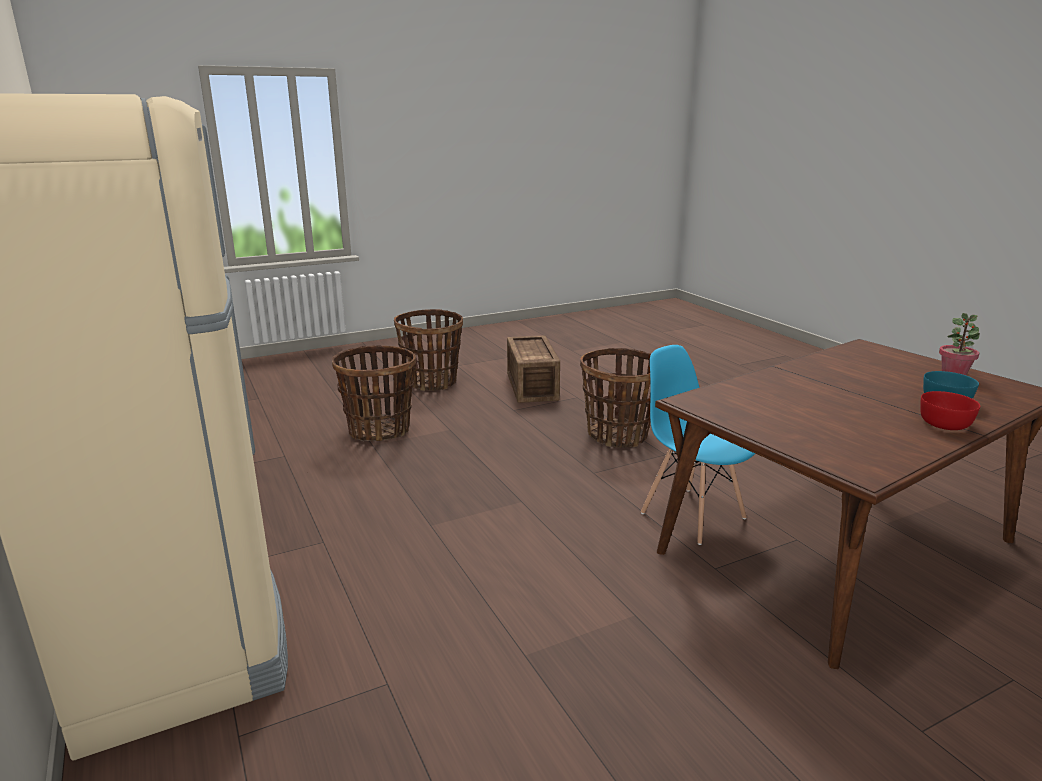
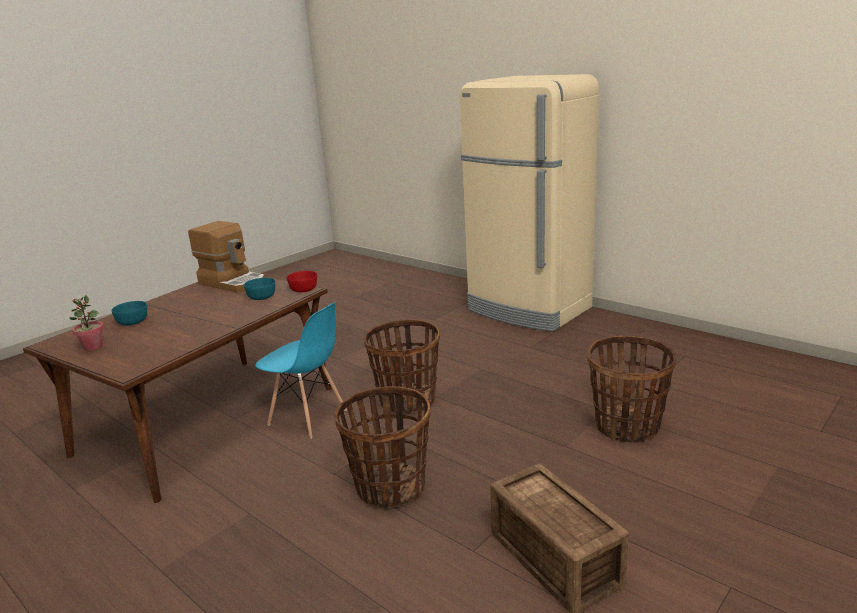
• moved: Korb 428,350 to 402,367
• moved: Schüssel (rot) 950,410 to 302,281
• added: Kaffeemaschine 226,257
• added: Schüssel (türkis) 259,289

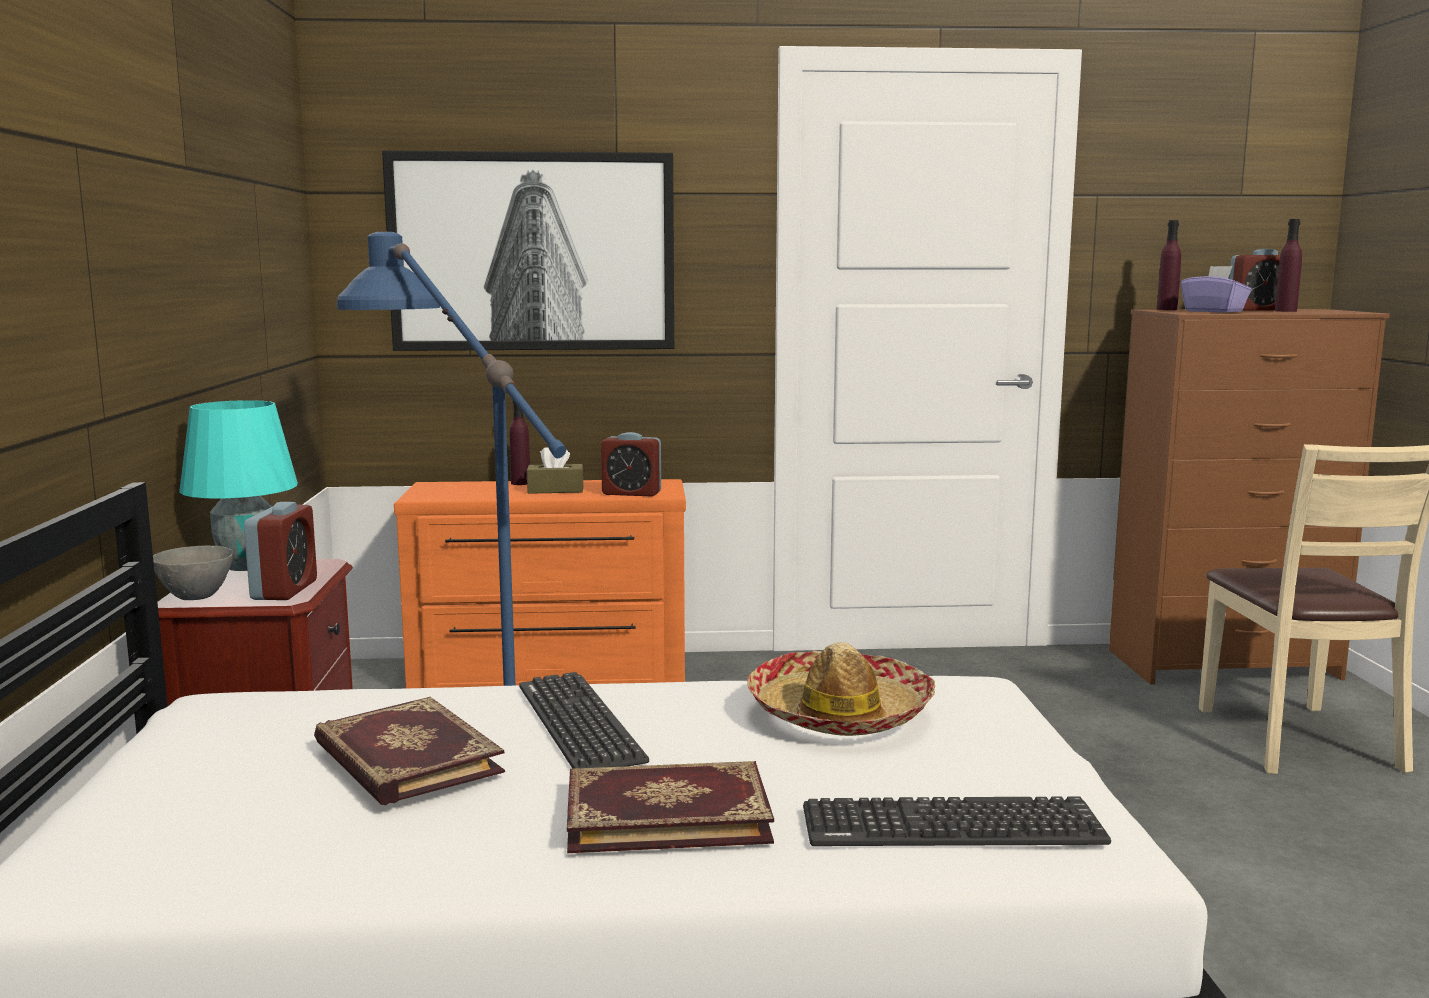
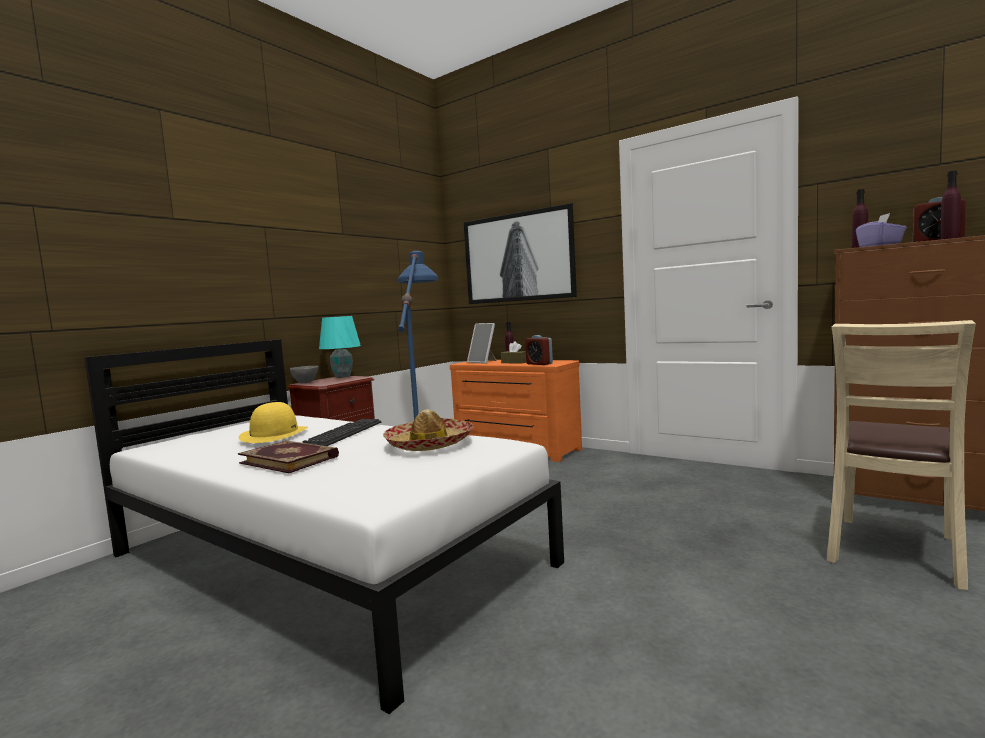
• removed: Wecker 280,551
• replaced: Buch 409,751 to Hut (gelb) 273,422
• removed: Tastatur 957,821
• added: Bilderrahmen 482,343

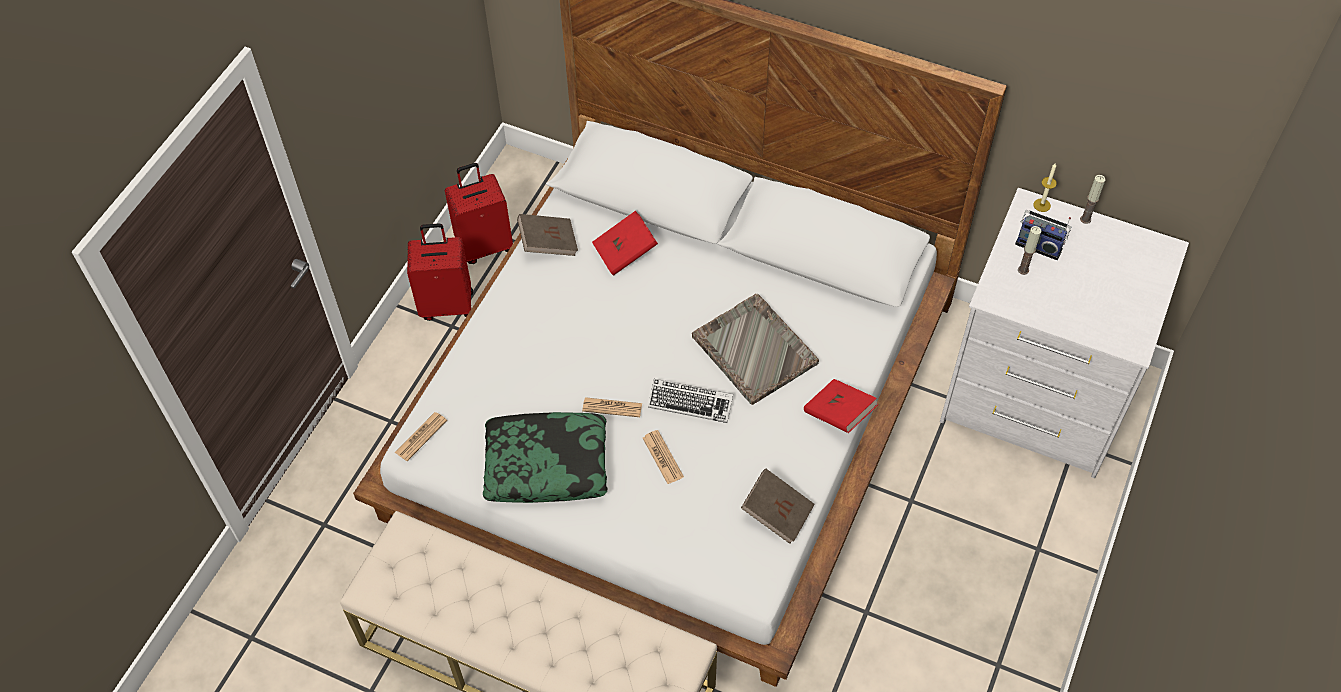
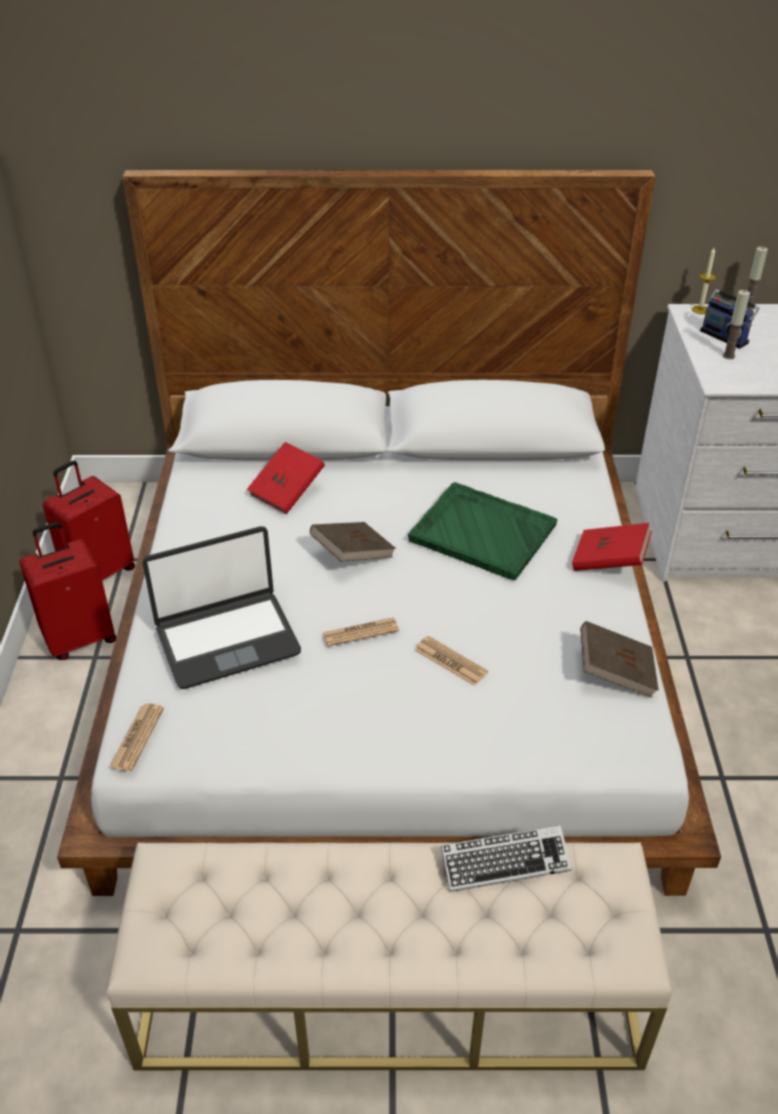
• removed: Kissen 545,457
• moved: Buch (braun) 547,235 to 353,542
• moved: Tastatur 690,401 to 506,858
• recoloured: Tablett (grau) 755,349 to Tablett (grün) 482,531
• turned: Radio 1043,235 = 730,318 45 degrees clockwise
• added: Laptop 221,607

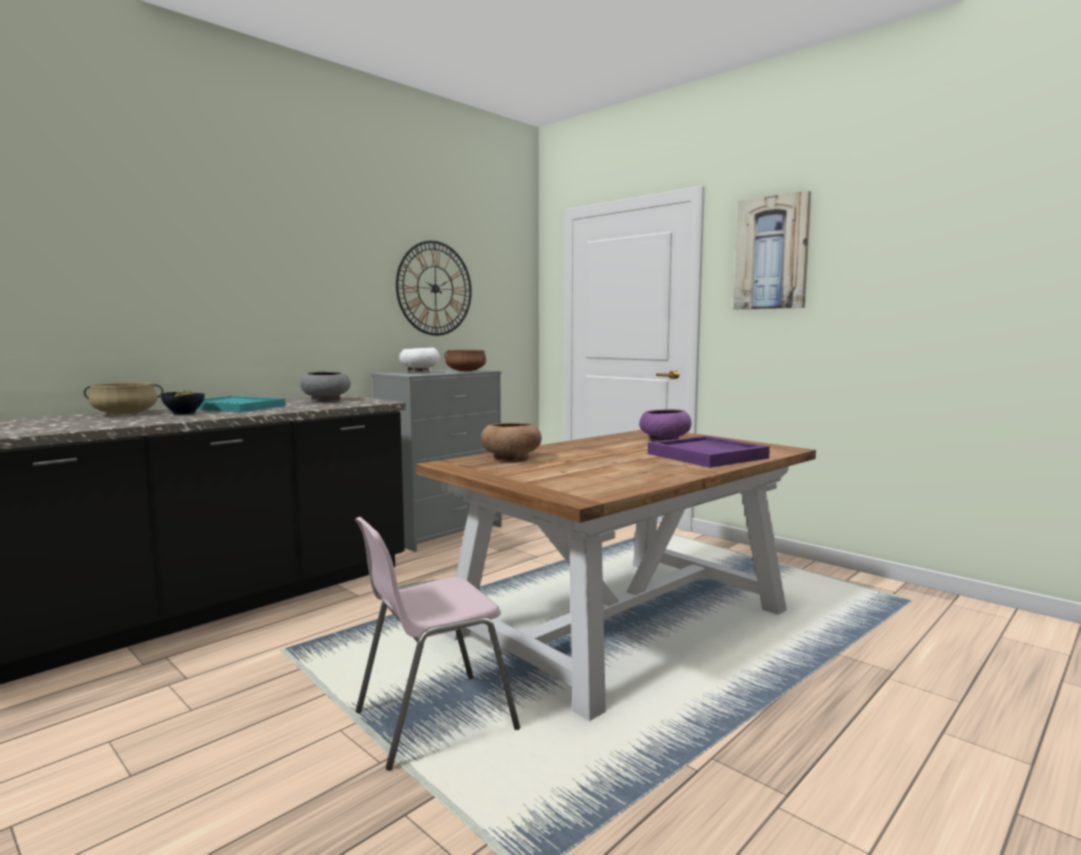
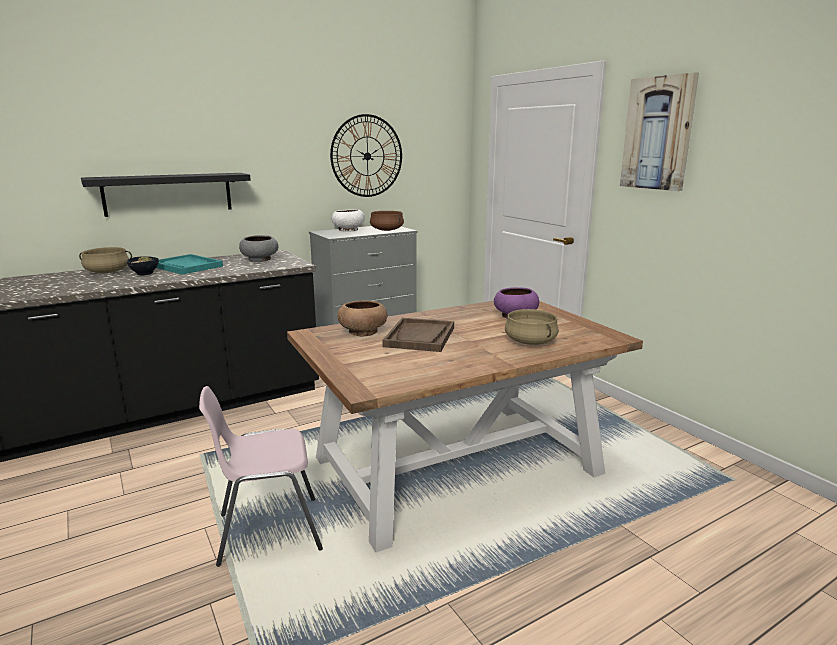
• replaced: Tablett (lila) 709,452 to Kochtopf (beige) 532,327
• added: Wandregal (schwarz) 166,195
• added: Tablett (braun) 418,335

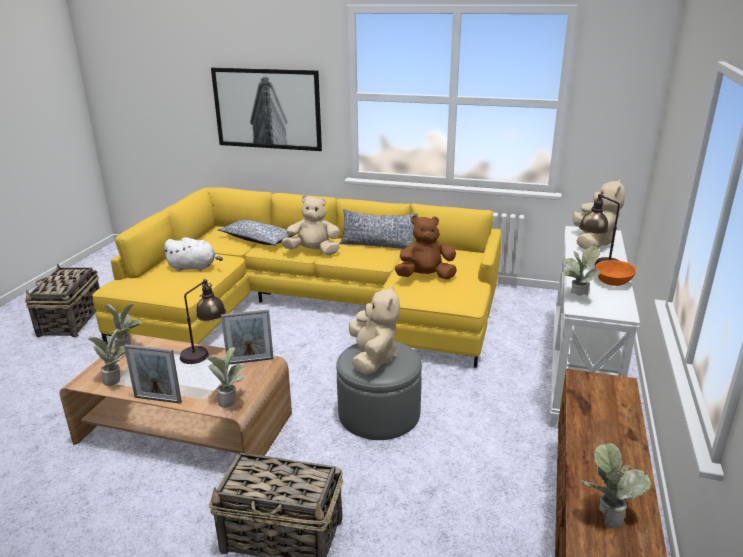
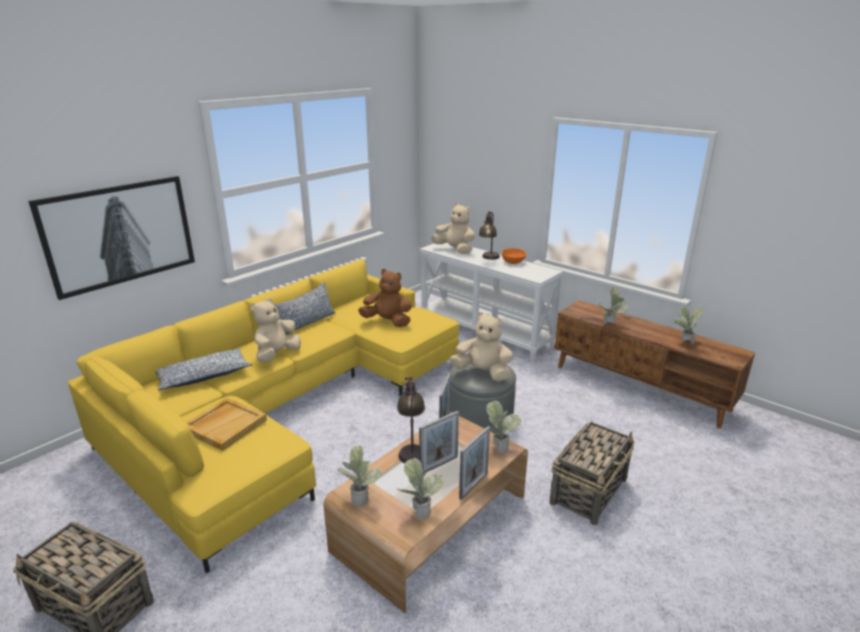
• replaced: Plüschtier (weiß) 193,254 to Tablett (beige) 227,424
• turned: Plüschtier (braun) 426,247 = 385,298 90 degrees clockwise
• moved: Topfpflanze 581,271 to 612,305
• added: Bilderrahmen 439,441

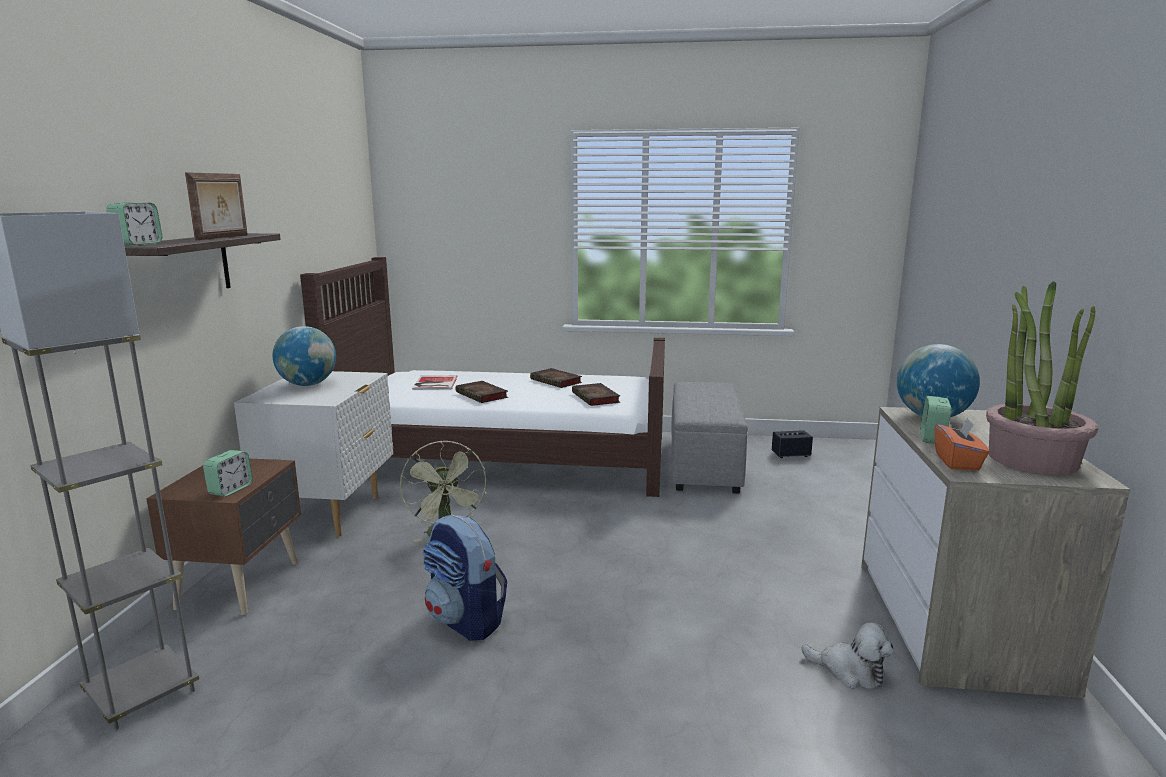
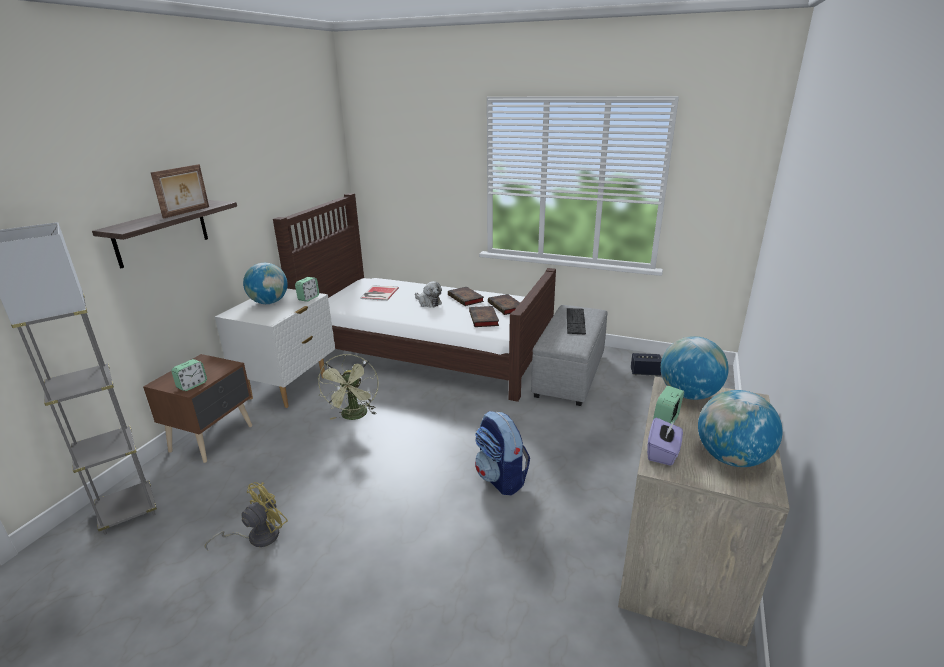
• moved: Wecker 134,224 to 307,289
• moved: Rucksack 464,578 to 502,453
• moved: Buch 482,392 to 504,304
• moved: Plüschtier 848,656 to 428,294
• recoloured: Taschentuchbox (orange) 962,444 to Taschentuchbox (lila) 665,441
• replaced: Topfpflanze 1042,378 to Globus 740,428
• added: Ventilator (gelb) 246,516
• added: Tastatur 576,321

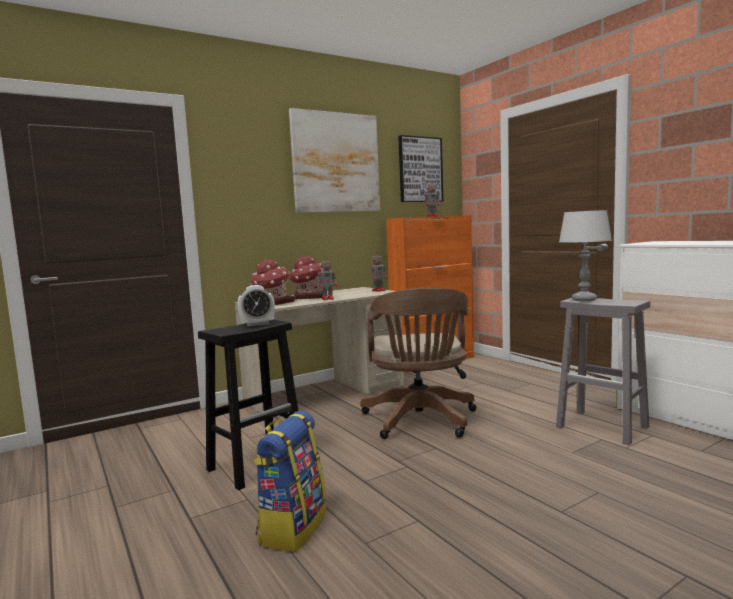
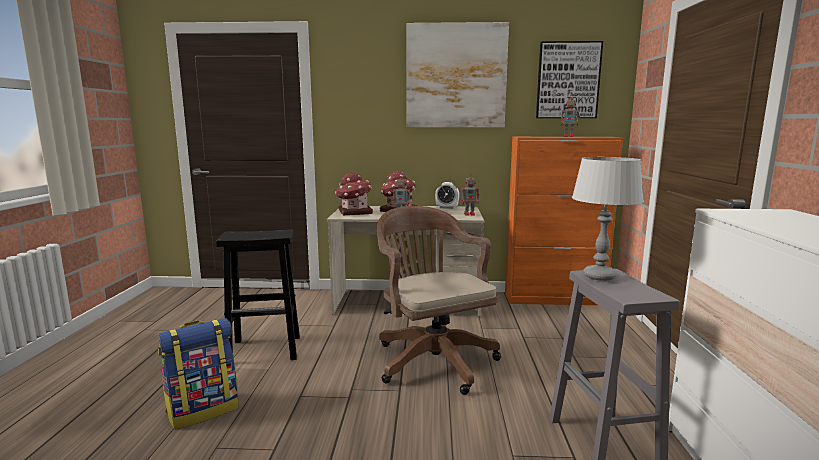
• moved: Wecker 256,305 to 447,195
• turned: Bürostuhl (braun) 418,363 = 439,300 120 degrees clockwise

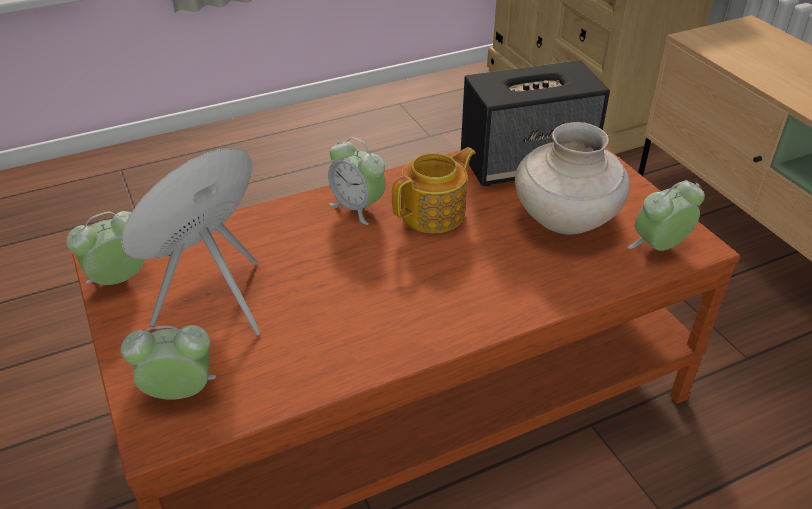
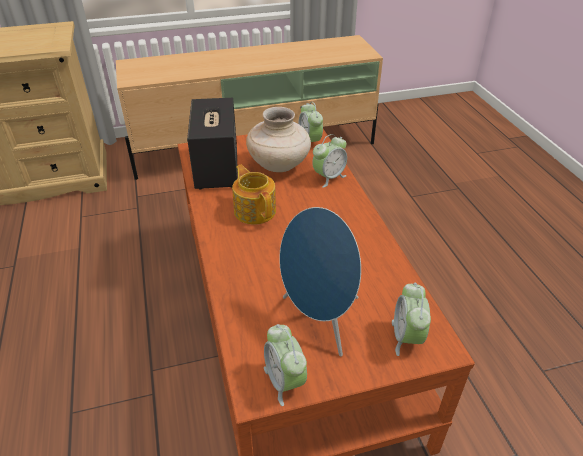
• moved: Wecker 356,181 to 329,161

